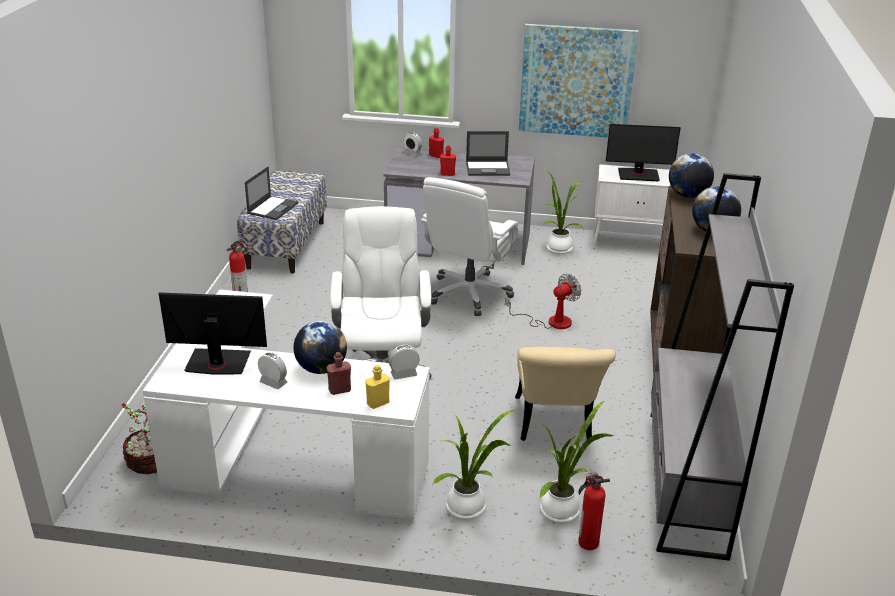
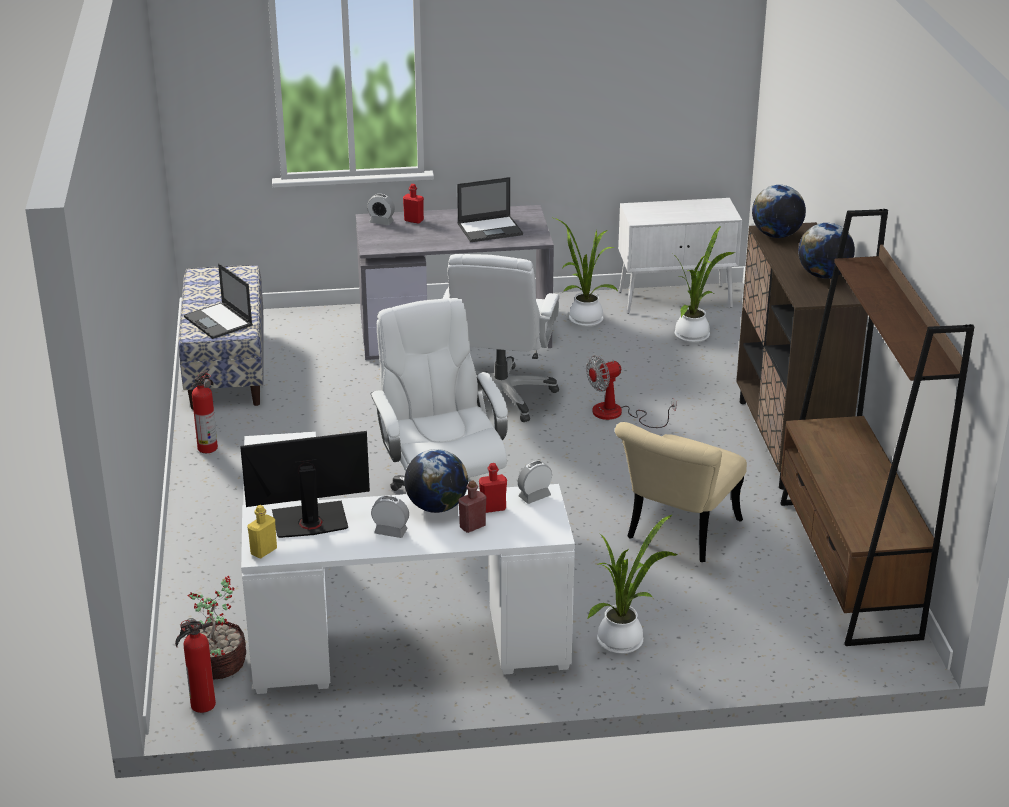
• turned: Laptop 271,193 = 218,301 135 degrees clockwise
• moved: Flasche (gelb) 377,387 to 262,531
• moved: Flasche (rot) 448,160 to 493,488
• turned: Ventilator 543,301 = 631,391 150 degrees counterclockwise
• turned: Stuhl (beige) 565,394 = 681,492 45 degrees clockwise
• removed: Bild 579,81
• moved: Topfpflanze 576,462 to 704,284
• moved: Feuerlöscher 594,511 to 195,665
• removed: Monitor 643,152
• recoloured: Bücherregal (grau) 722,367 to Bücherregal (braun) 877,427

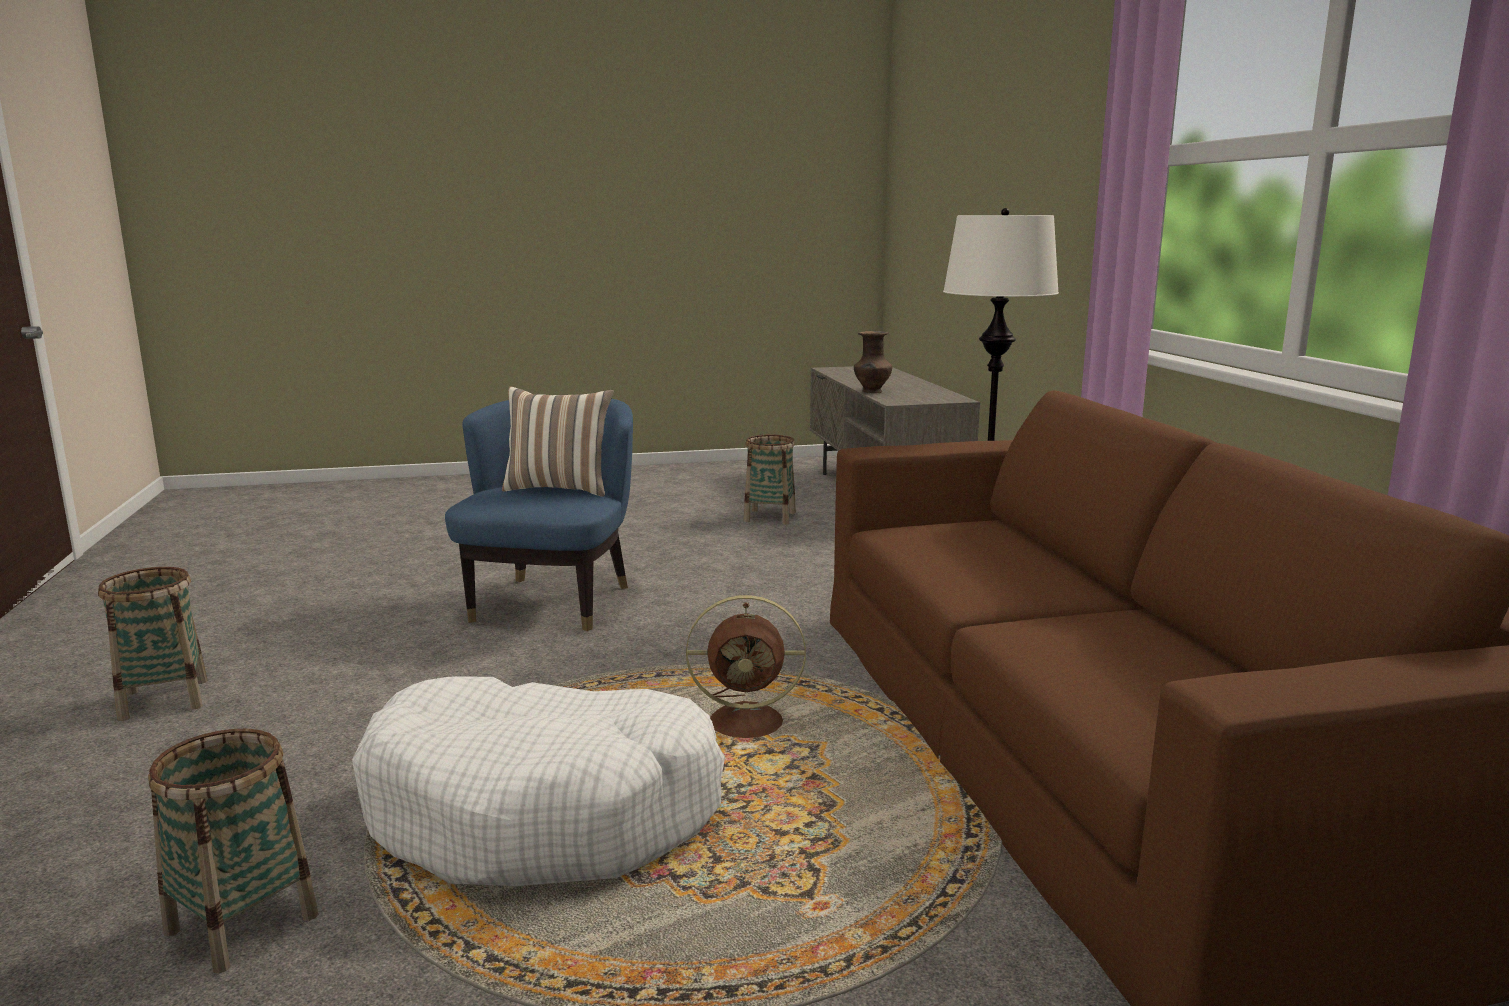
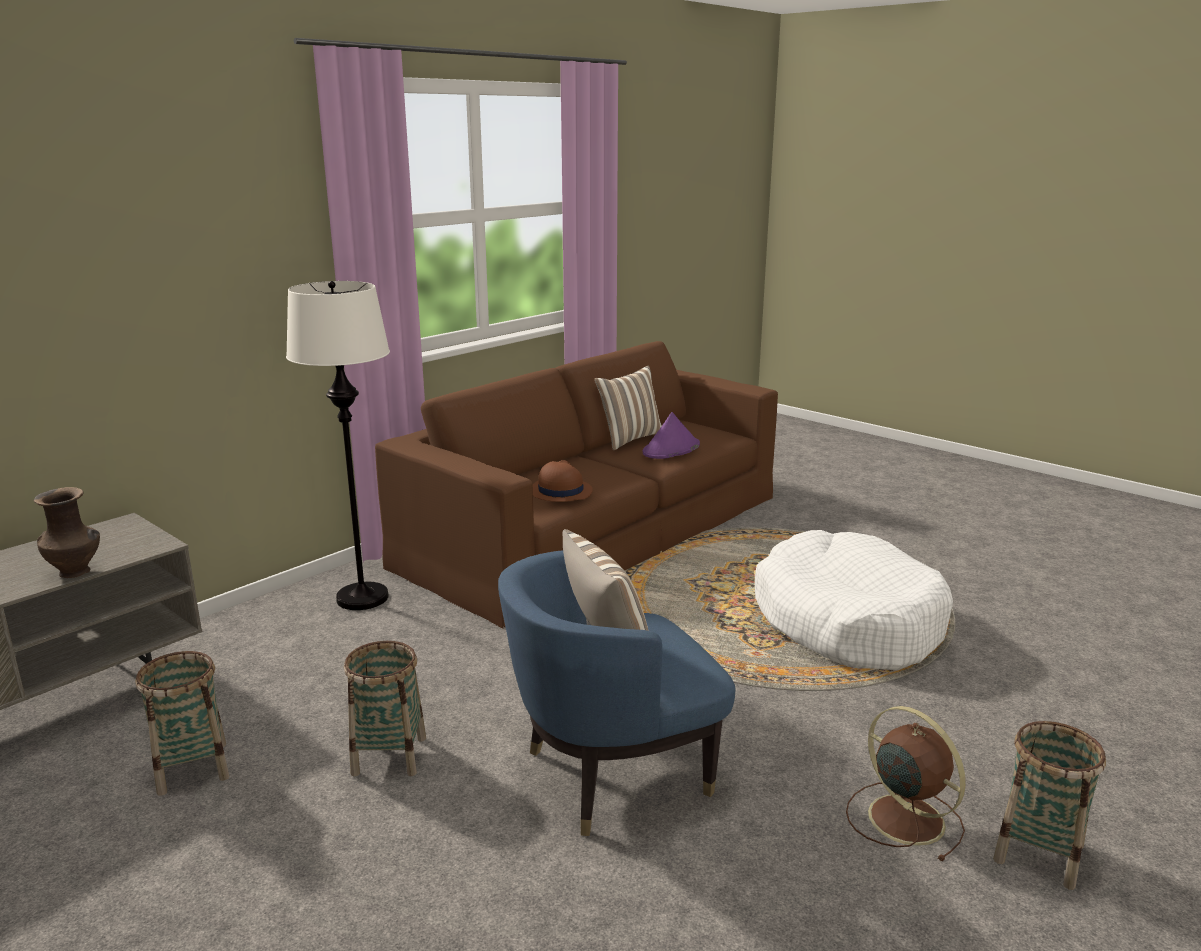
• moved: Korb 233,851 to 385,708
• moved: Ventilator (braun) 746,666 to 906,783
• added: Hut (braun) 563,481
• added: Kissen 628,408
• added: Hut (lila) 671,435

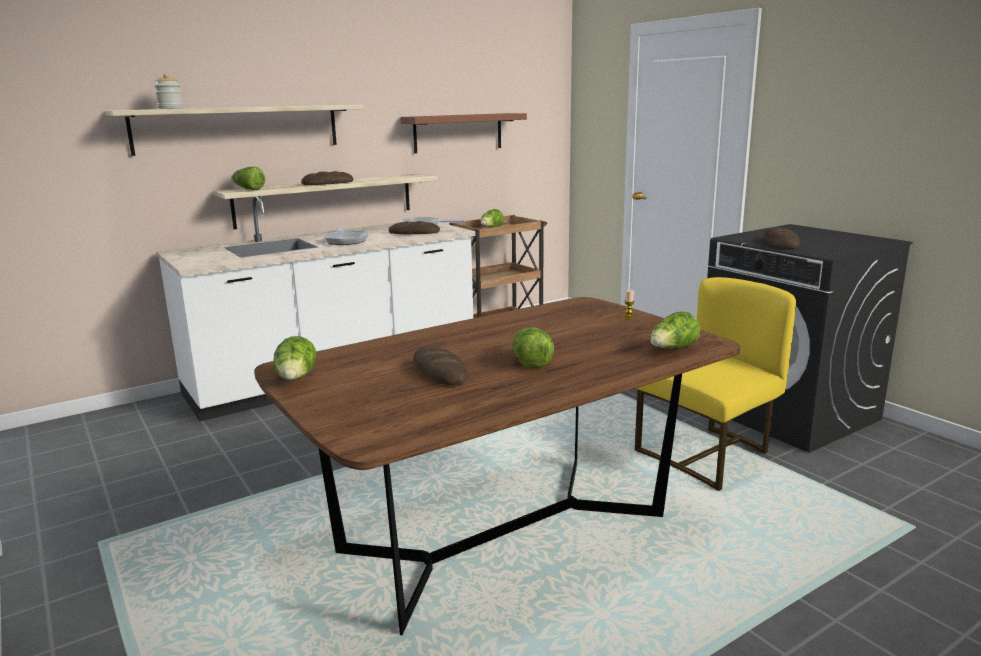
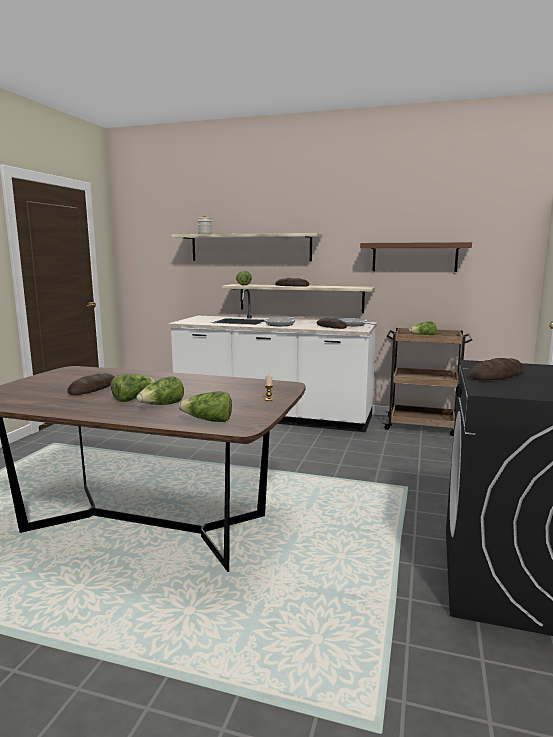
• moved: Salatkopf 294,358 to 160,390
• removed: Stuhl (gelb) 715,384

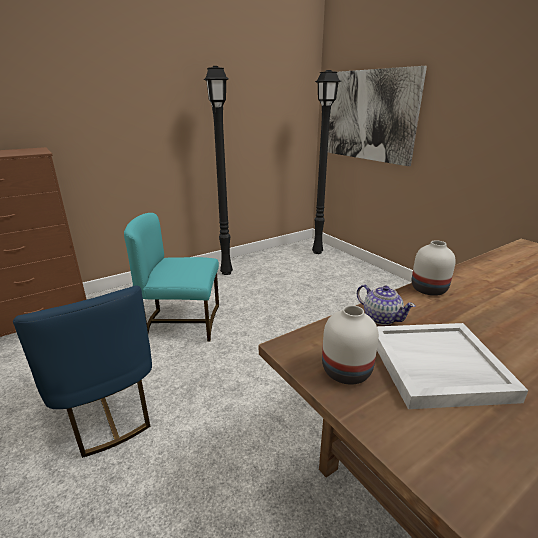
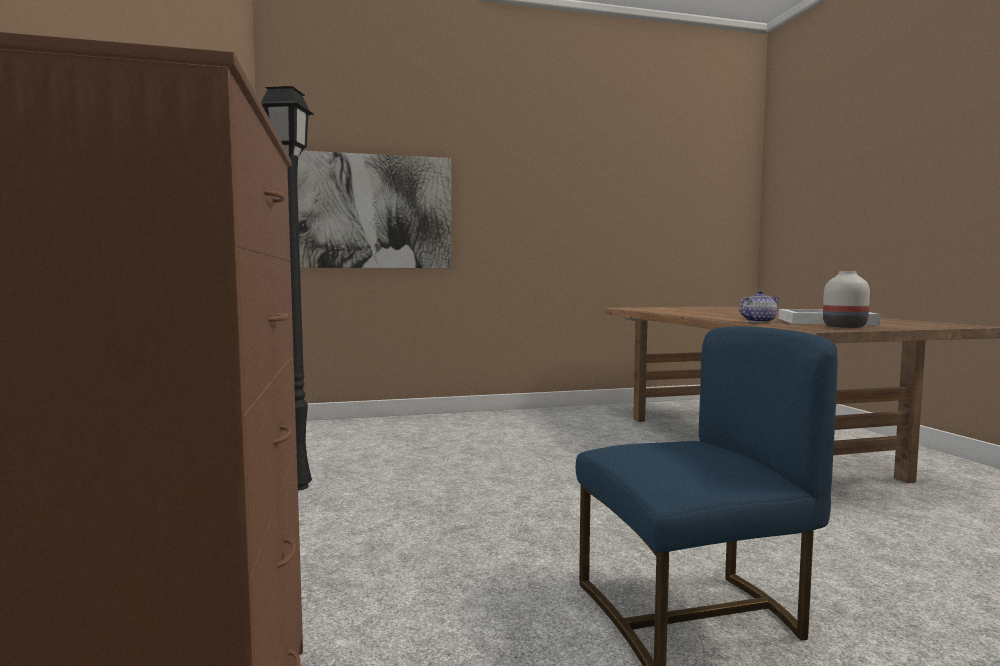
• removed: Stuhl (türkis) 171,277
• removed: Stehlampe (schwarz) 326,162
• removed: Vase (weiß) 434,268

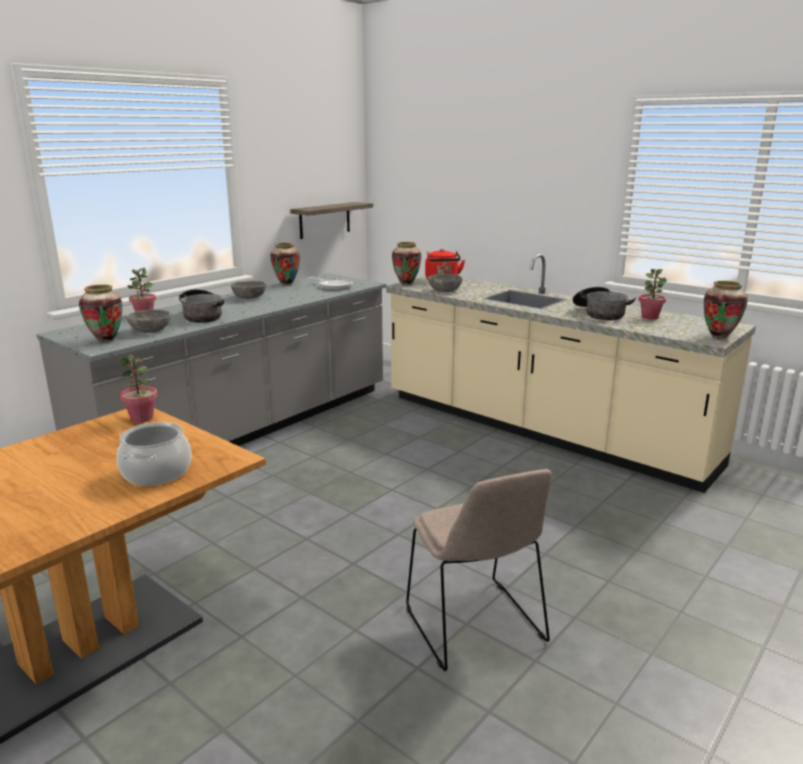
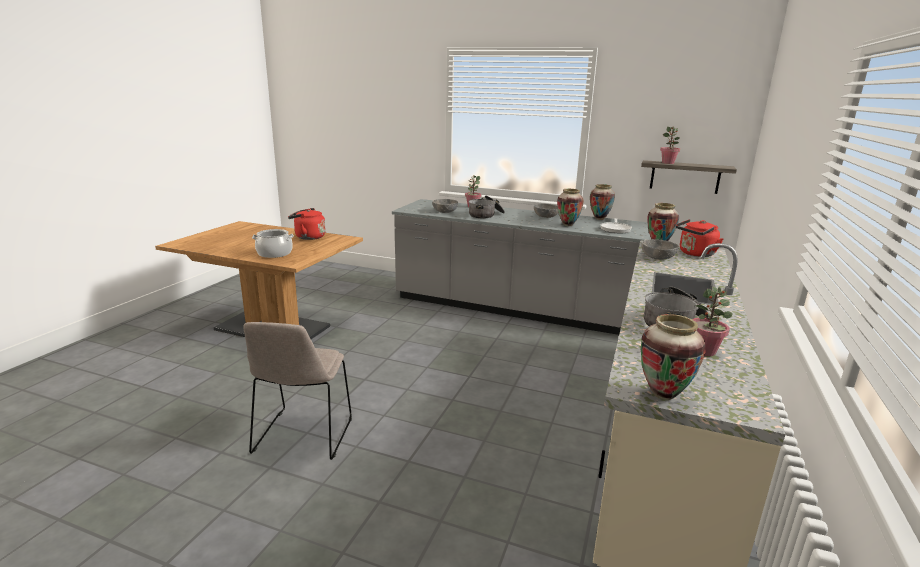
• moved: Vase 100,314 to 570,207
• moved: Topfpflanze 138,389 to 670,145
• turned: Stuhl (beige) 479,570 = 298,391 45 degrees counterclockwise
• added: Wasserkessel (rot) 307,224

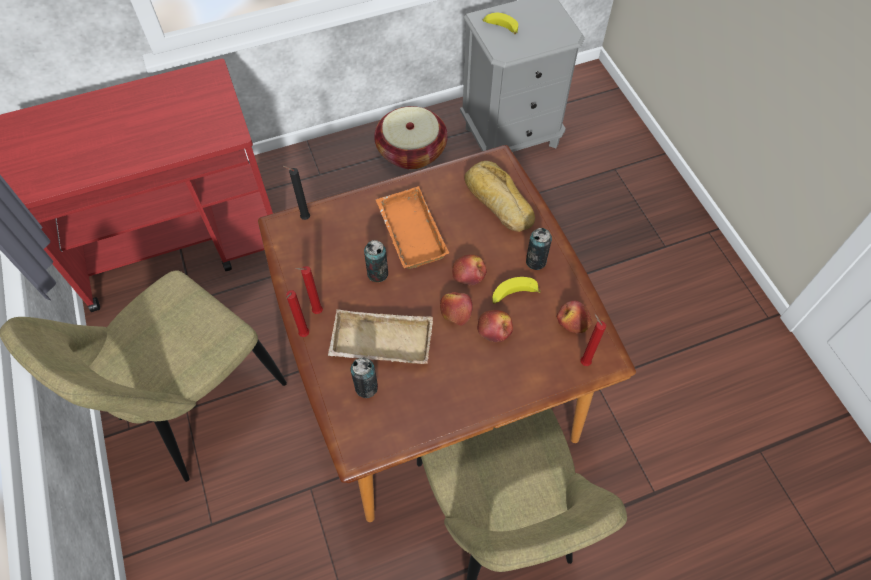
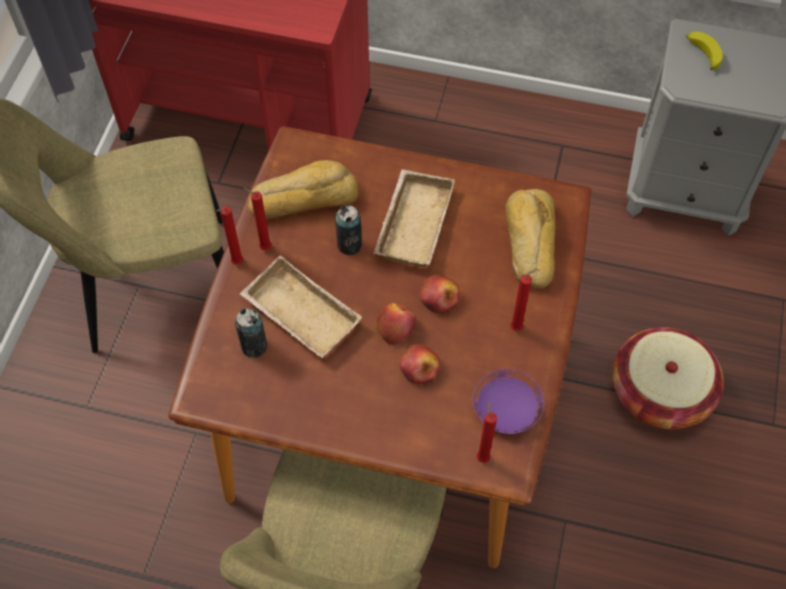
• removed: Kerze (schwarz) 296,193
• moved: Korb 411,137 to 668,378
• recoloured: Tablett (orange) 412,227 to Tablett (beige) 414,218
• removed: Banane 516,290
• replaced: Dose 539,249 to Kerze (rot) 523,299
• replaced: Apfel 574,317 to Teller (lila) 508,401
• added: Brot 303,189

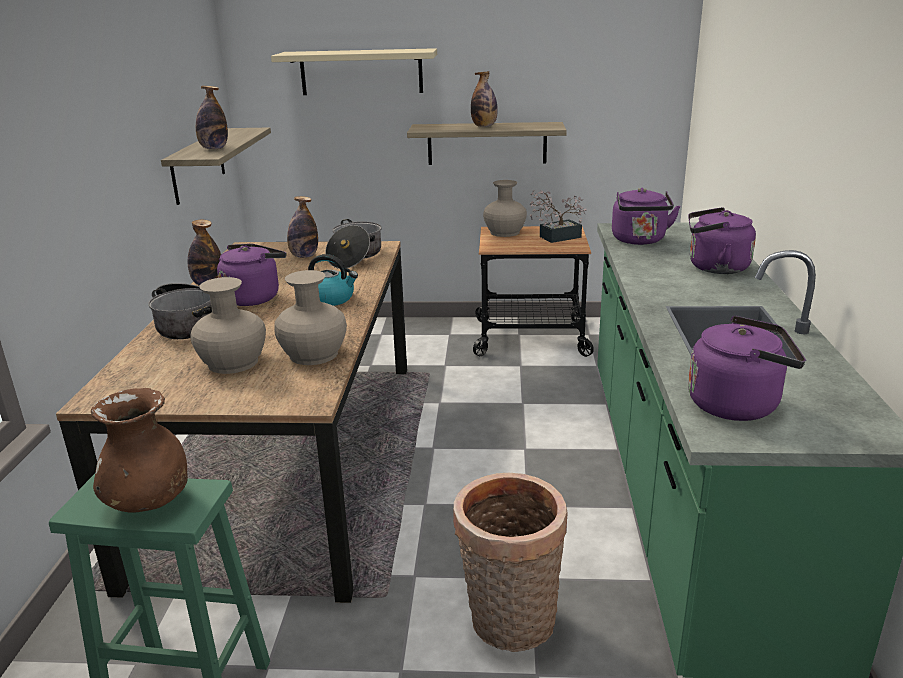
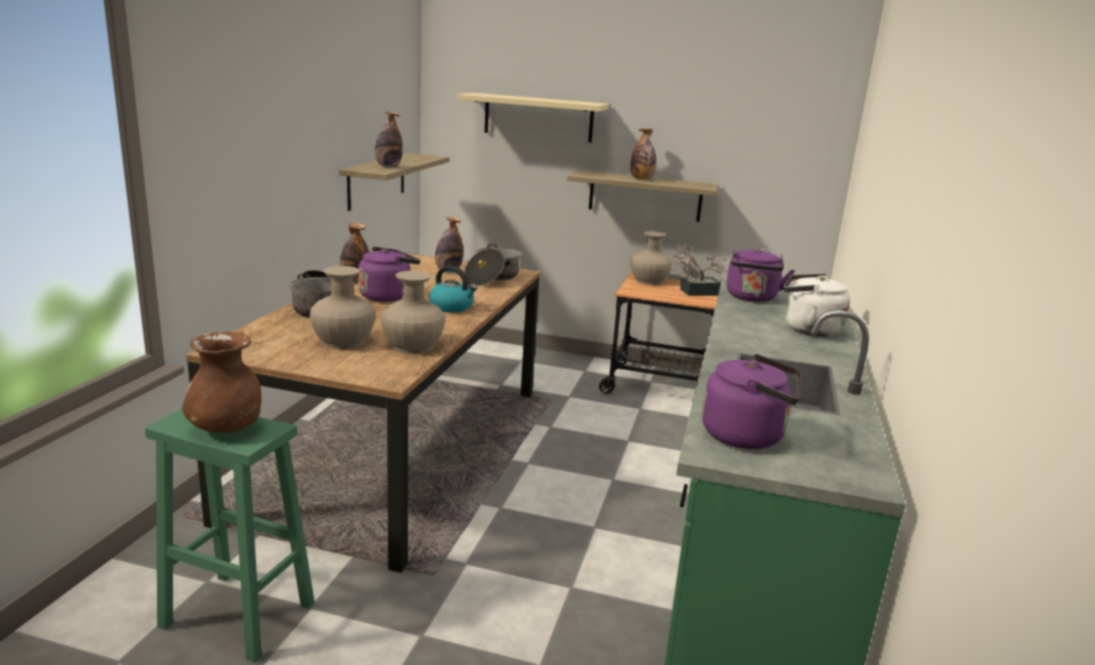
• removed: Korb 510,562
• recoloured: Wasserkessel (lila) 722,240 to Wasserkessel (weiß) 817,305

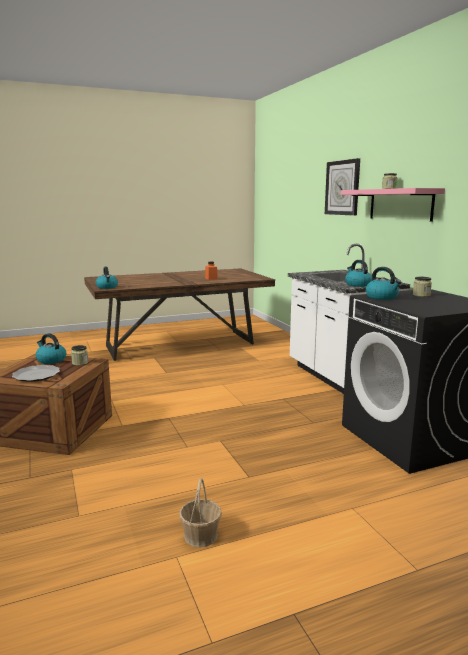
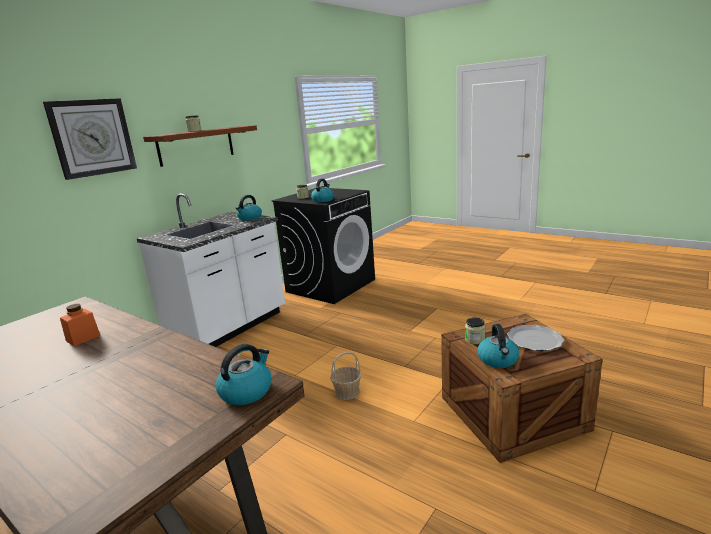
• moved: Korb 200,512 to 345,375
• recoloured: Wandregal (rosa) 393,205 to Wandregal (braun) 200,146

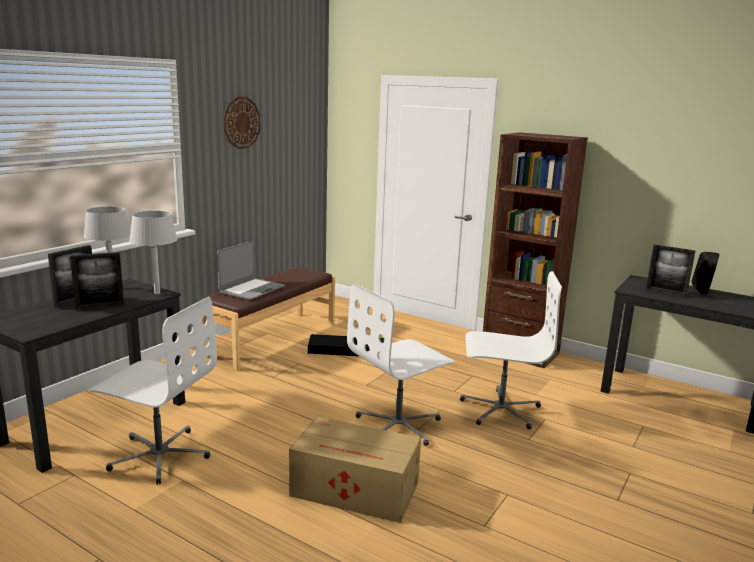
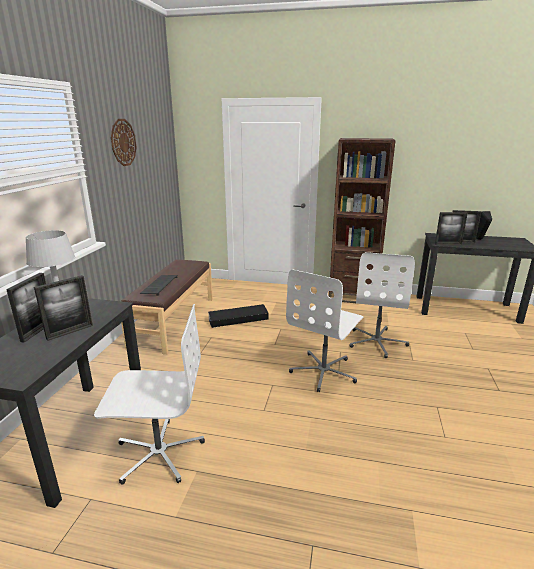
• removed: Tischlampe (grau) 153,252
• replaced: Laptop 251,270 to Tastatur 158,285
• removed: Karton 355,470
• turned: Bürostuhl (weiß) 511,350 = 382,305 120 degrees clockwise
• added: Bilderrahmen 451,228

